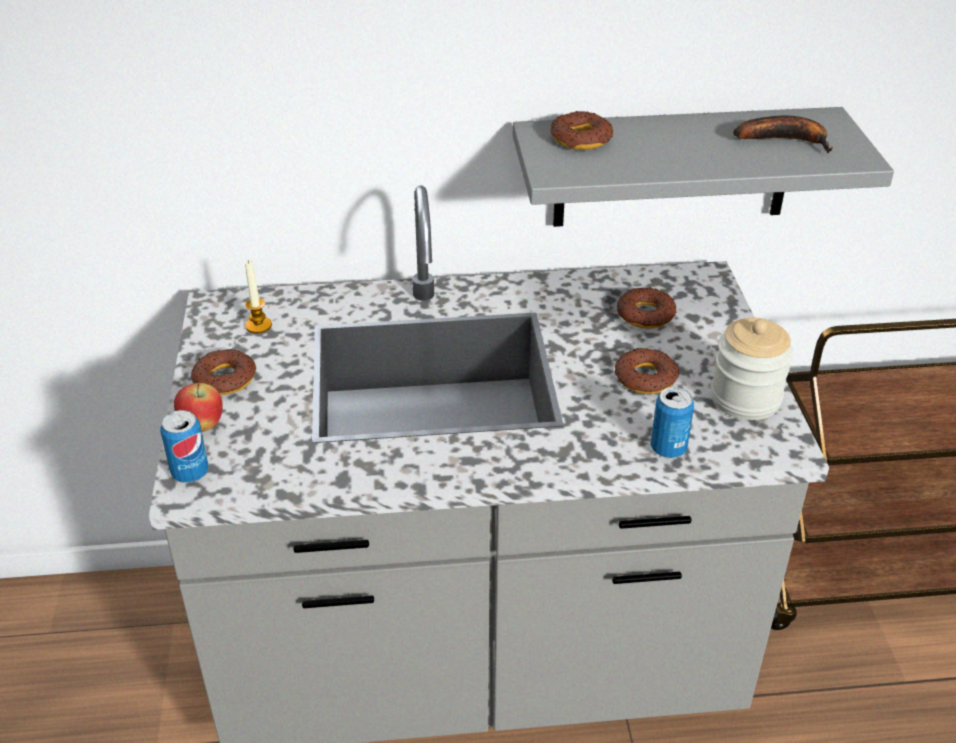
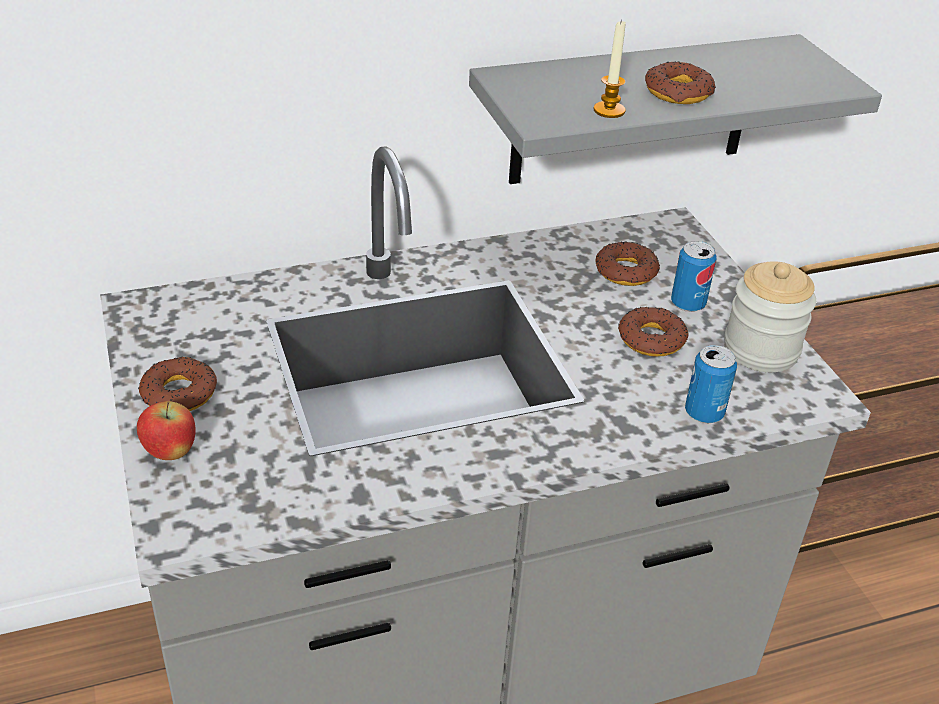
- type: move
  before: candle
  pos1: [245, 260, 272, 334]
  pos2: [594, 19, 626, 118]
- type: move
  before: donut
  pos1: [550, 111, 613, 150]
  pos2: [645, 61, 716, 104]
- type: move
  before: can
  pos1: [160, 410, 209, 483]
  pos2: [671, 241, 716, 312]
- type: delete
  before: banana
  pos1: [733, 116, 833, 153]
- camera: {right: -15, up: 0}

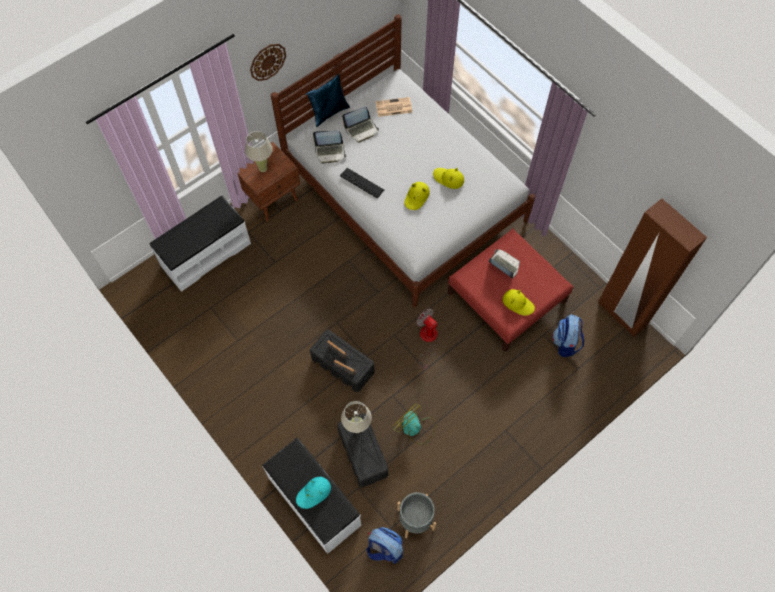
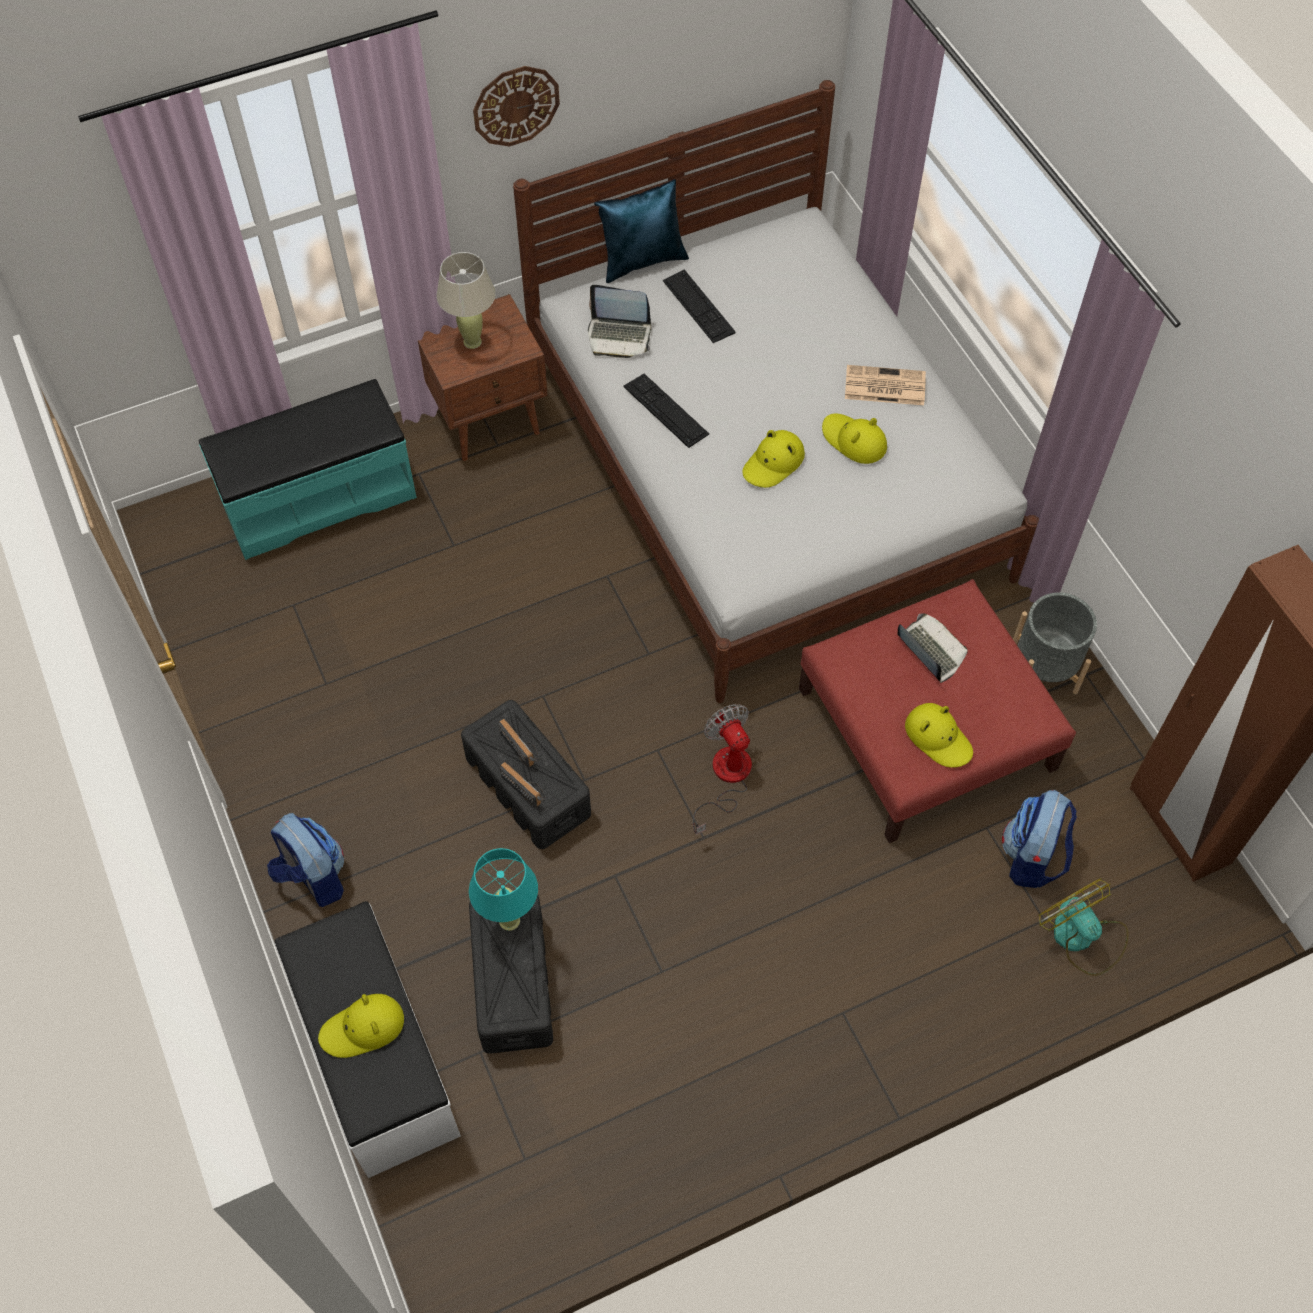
- type: recolor
  before: white bench
  after: turquoise bench
  pos1: [149, 196, 251, 292]
  pos2: [199, 379, 417, 560]
- type: move
  before: backpack
  pos1: [367, 527, 403, 564]
  pos2: [267, 813, 344, 907]
- type: recolor
  before: turquoise hat
  after: yellow hat
  pos1: [296, 477, 331, 509]
  pos2: [318, 994, 404, 1058]
- type: recolor
  before: beige table lamp
  after: turquoise table lamp
  pos1: [341, 401, 372, 433]
  pos2: [469, 848, 538, 931]
- type: replace
  before: laptop
  after: keyboard
  pos1: [342, 107, 379, 143]
  pos2: [663, 269, 736, 343]
- type: move
  before: newspaper
  pos1: [376, 97, 412, 117]
  pos2: [845, 365, 926, 405]
- type: move
  before: grey planter
  pos1: [397, 492, 436, 538]
  pos2: [1013, 592, 1097, 694]
- type: move
  before: fan
  pos1: [393, 404, 435, 445]
  pos2: [1038, 878, 1129, 976]
- camera: {right: 15, up: -5}

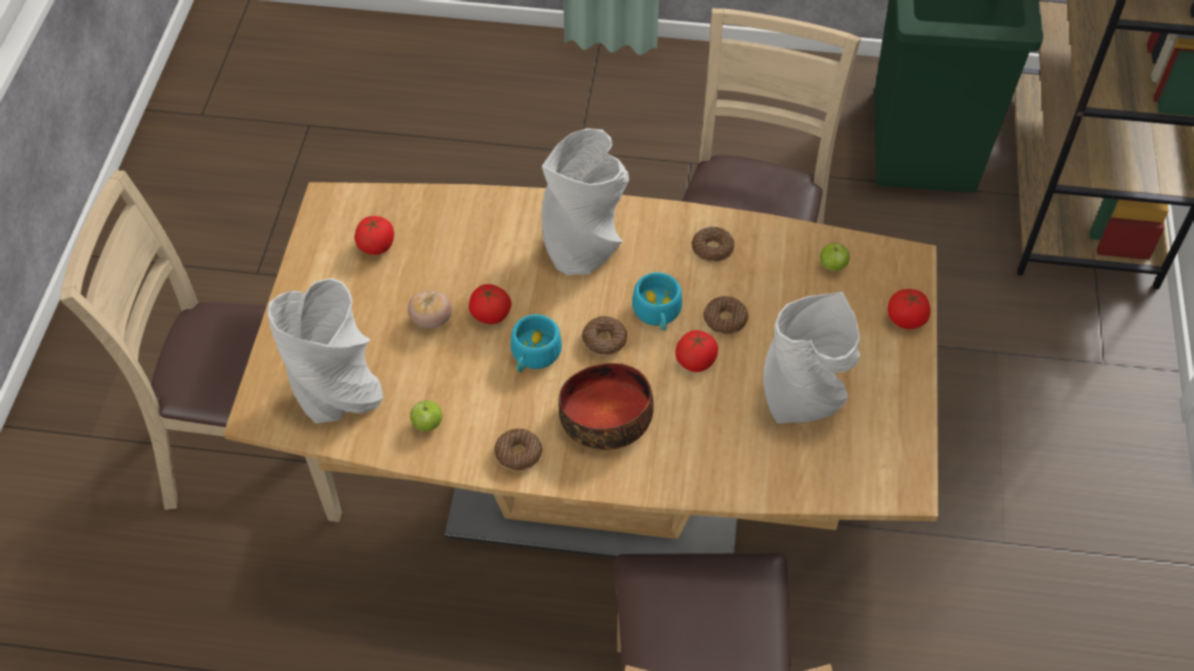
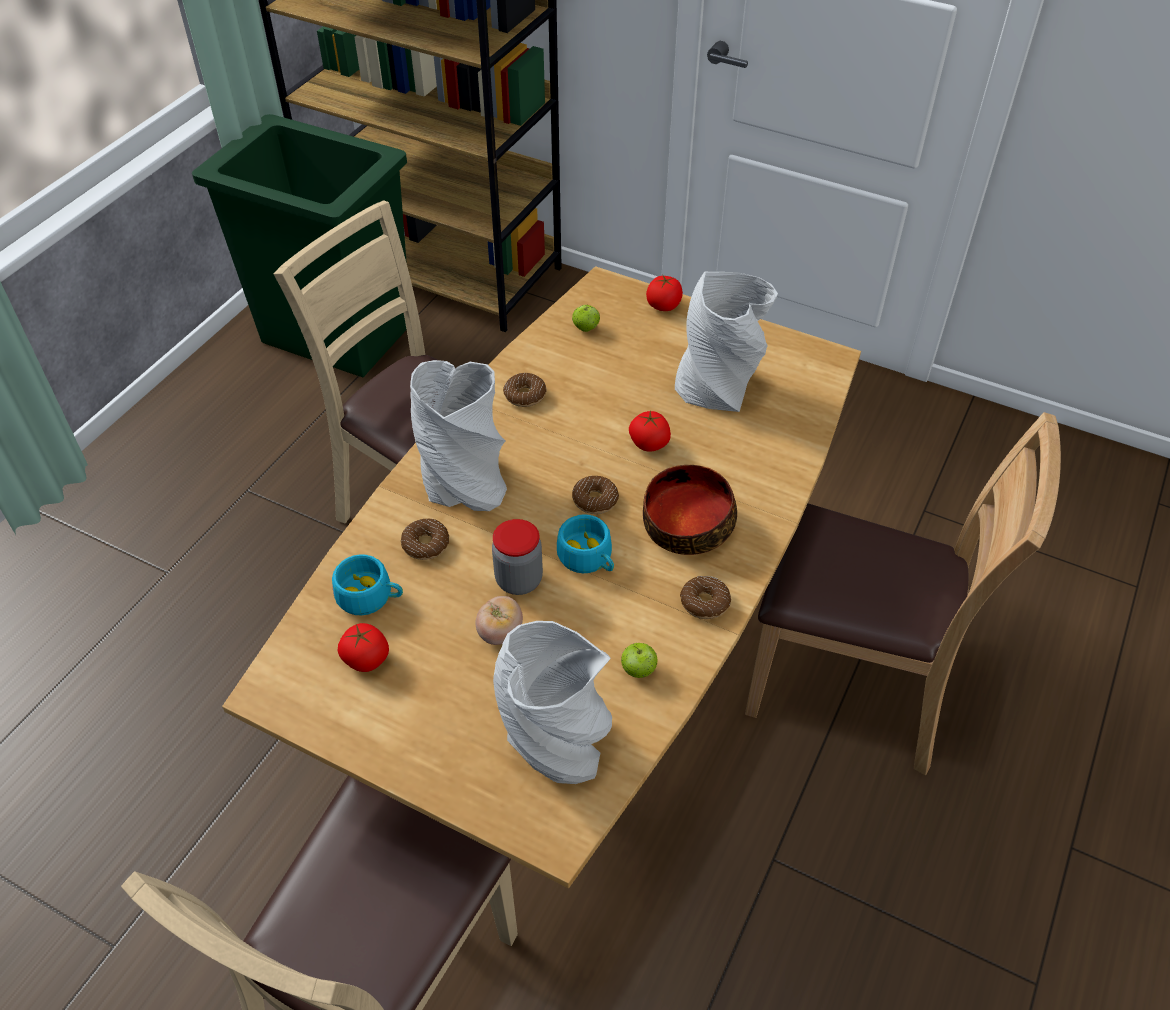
- type: move
  before: turquoise cup
  pos1: [632, 272, 682, 331]
  pos2: [332, 554, 403, 615]
- type: move
  before: donut
  pos1: [703, 296, 748, 335]
  pos2: [401, 519, 449, 560]
- type: replace
  before: tomato
  after: jar
  pos1: [469, 284, 511, 324]
  pos2: [492, 519, 543, 595]
- camera: {right: -70, up: -5}

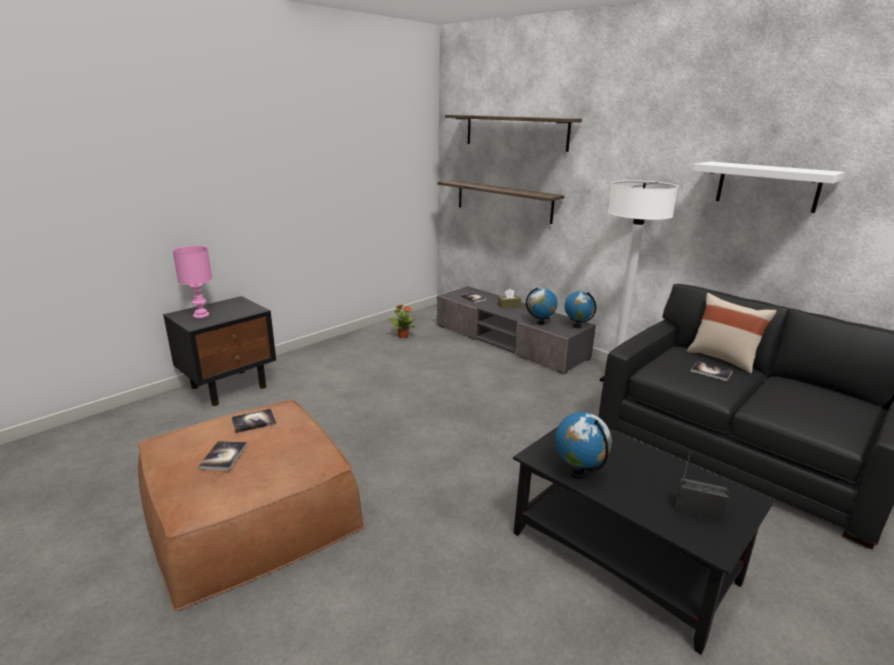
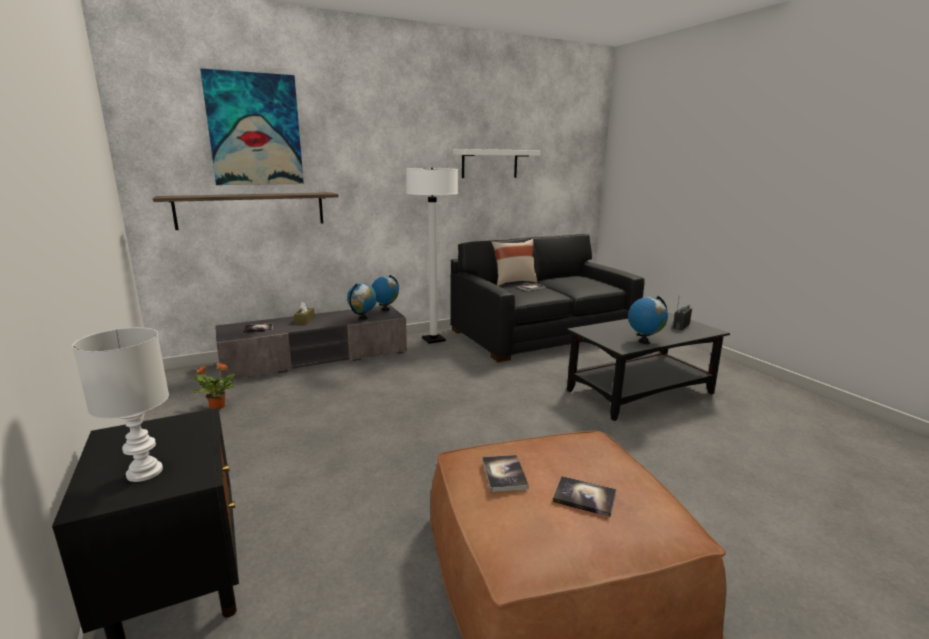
- type: recolor
  before: pink table lamp
  after: white table lamp
  pos1: [173, 246, 212, 318]
  pos2: [72, 327, 169, 482]
- type: replace
  before: shelf
  after: picture
  pos1: [445, 115, 582, 152]
  pos2: [200, 68, 304, 185]
- camera: {right: -70, up: -5}

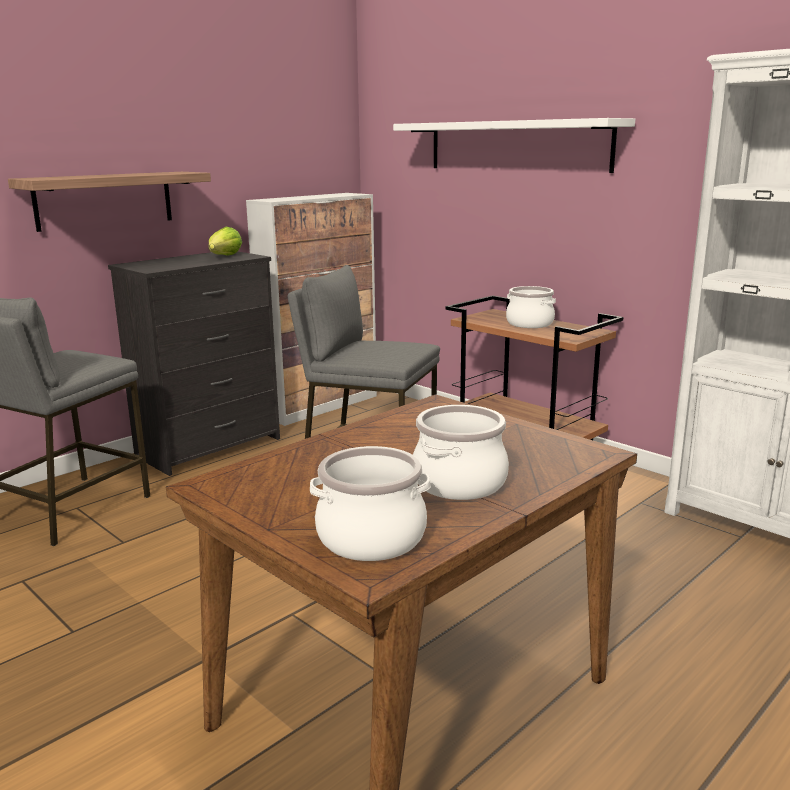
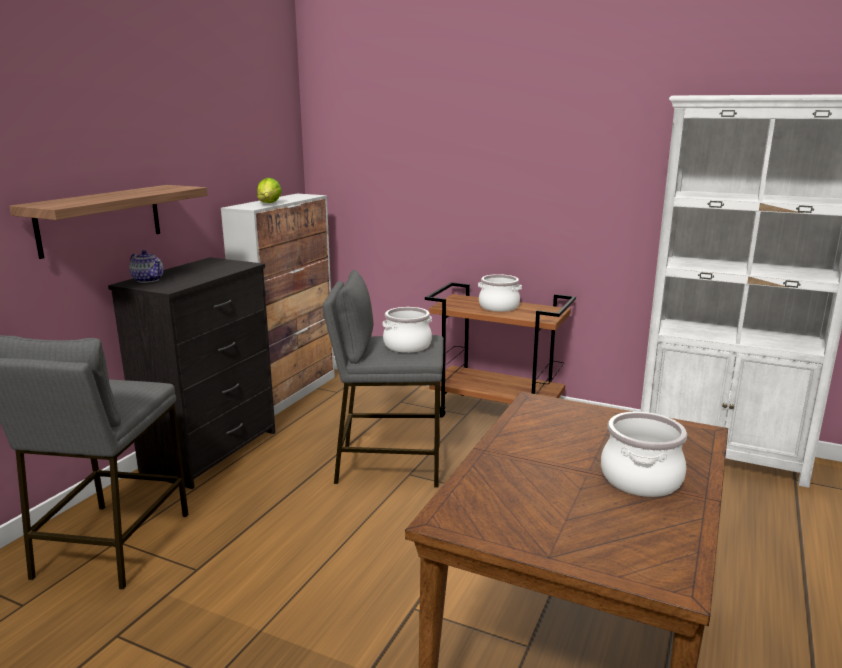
- type: insert
  after: teapot
  pos2: [129, 250, 163, 283]
- type: move
  before: lettuce
  pos1: [209, 227, 242, 255]
  pos2: [257, 178, 282, 203]
- type: move
  before: cooking pot
  pos1: [310, 446, 431, 561]
  pos2: [382, 307, 432, 353]
- type: delete
  before: white shelf
  pos1: [393, 118, 635, 173]
- camera: {right: -20, up: 0}

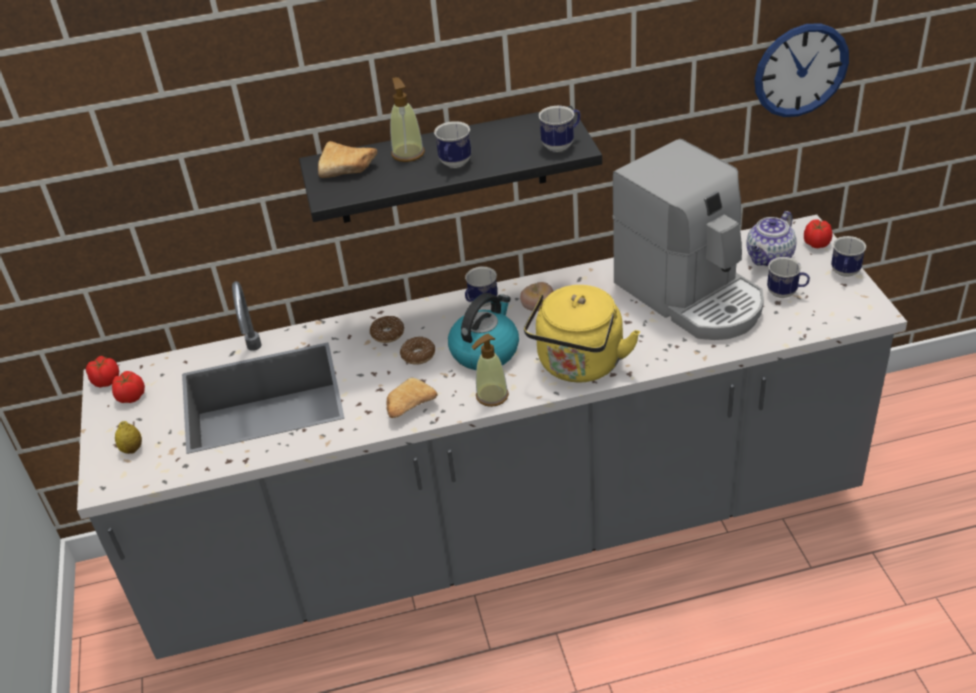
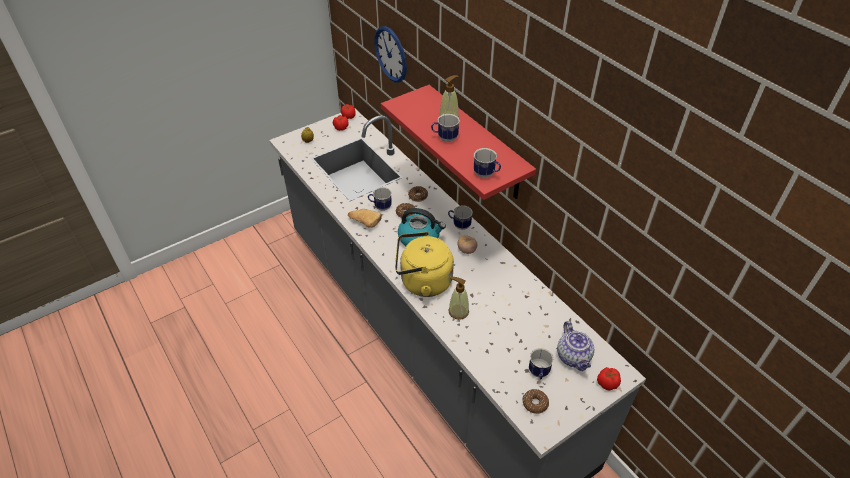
- type: move
  before: mug
  pos1: [831, 236, 866, 277]
  pos2: [368, 187, 392, 211]
- type: move
  before: wall clock
  pos1: [754, 23, 849, 117]
  pos2: [374, 26, 407, 83]
- type: recolor
  before: black shelf
  after: red shelf
  pos1: [299, 106, 602, 223]
  pos2: [381, 85, 536, 200]
- type: move
  before: soap dispenser
  pos1: [471, 334, 509, 407]
  pos2: [448, 277, 469, 320]
- type: insert
  after: donut
  pos2: [522, 389, 549, 414]
- type: rotate
  before: teapot
  pos1: [746, 211, 797, 267]
  pos2: [557, 321, 594, 371]
  turn: -120
- type: delete
  before: bread
  pos1: [318, 141, 377, 178]
- type: delete
  before: coffee machine
  pos1: [612, 139, 764, 340]
- camera: {right: 65, up: 5}

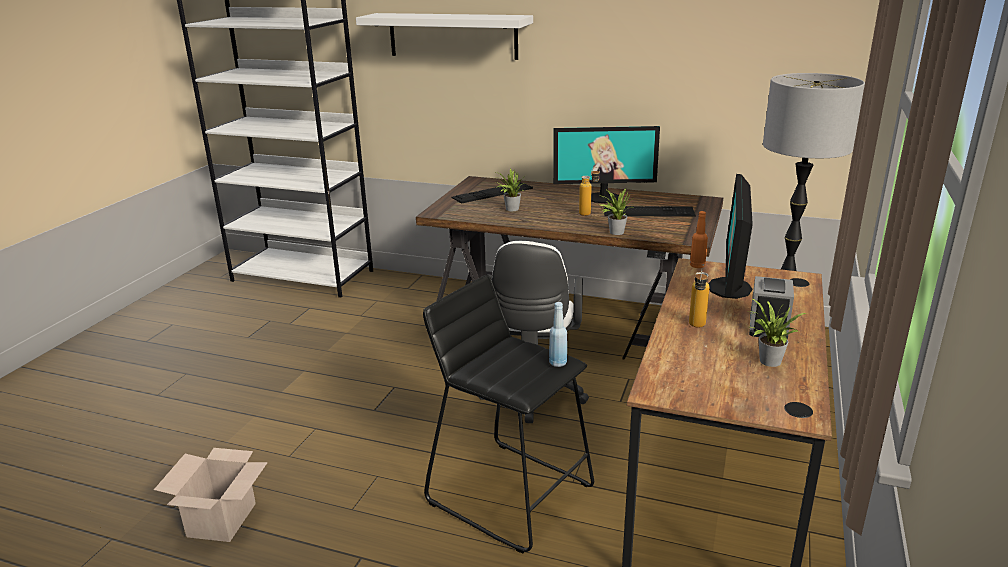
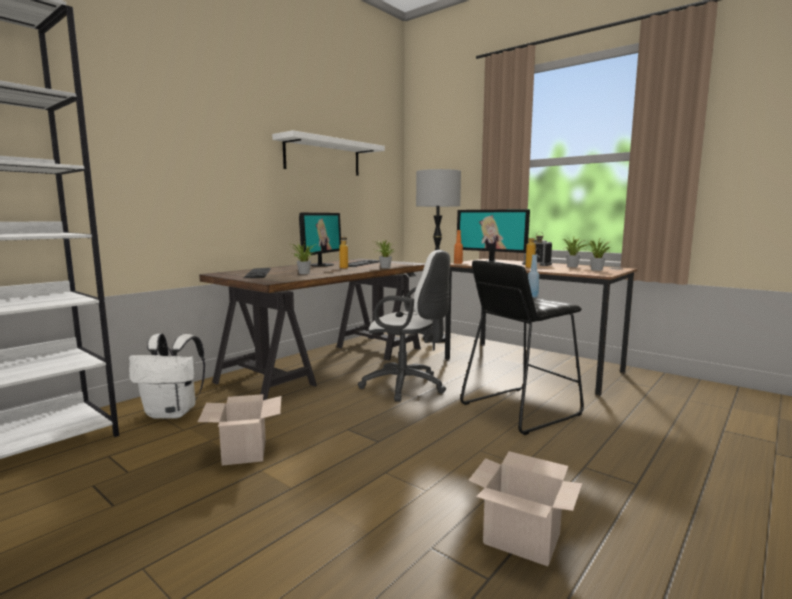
- type: insert
  after: white backpack
  pos2: [129, 334, 205, 419]
- type: insert
  after: cardboard box
  pos2: [198, 394, 281, 466]
- type: move
  before: white shelf
  pos1: [356, 13, 533, 60]
  pos2: [272, 130, 385, 176]
- type: insert
  after: potted plant
  pos2: [585, 237, 610, 271]
- camera: {right: -70, up: -15}

